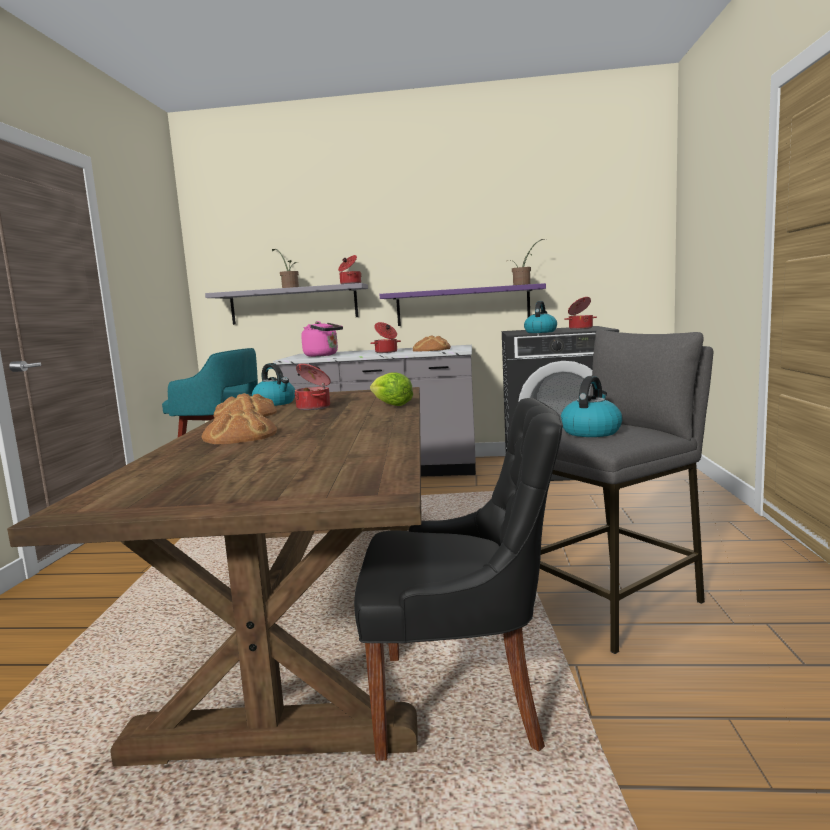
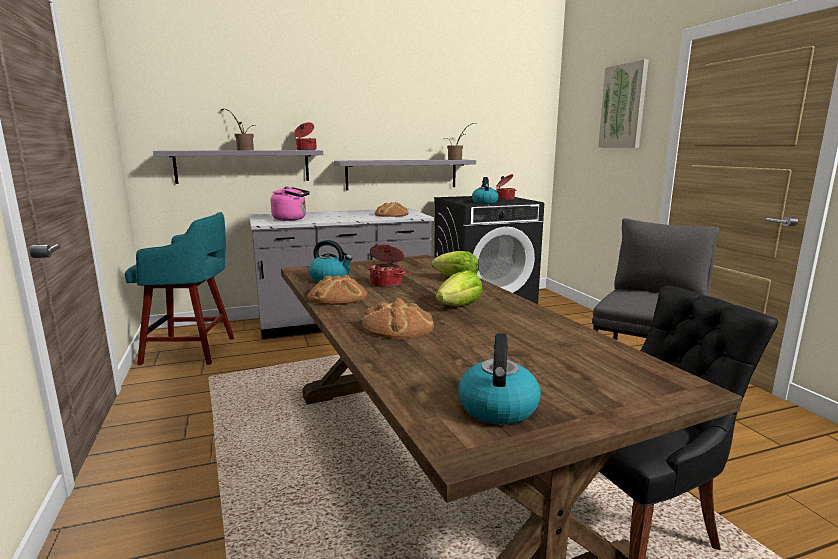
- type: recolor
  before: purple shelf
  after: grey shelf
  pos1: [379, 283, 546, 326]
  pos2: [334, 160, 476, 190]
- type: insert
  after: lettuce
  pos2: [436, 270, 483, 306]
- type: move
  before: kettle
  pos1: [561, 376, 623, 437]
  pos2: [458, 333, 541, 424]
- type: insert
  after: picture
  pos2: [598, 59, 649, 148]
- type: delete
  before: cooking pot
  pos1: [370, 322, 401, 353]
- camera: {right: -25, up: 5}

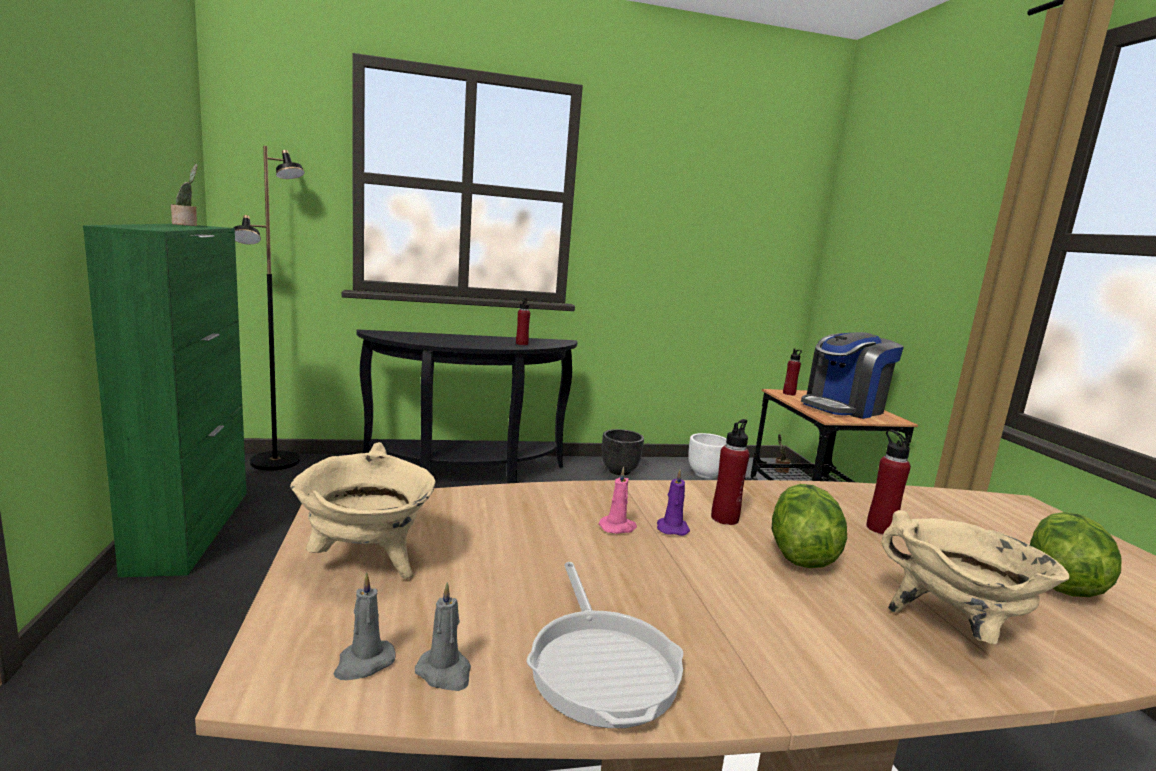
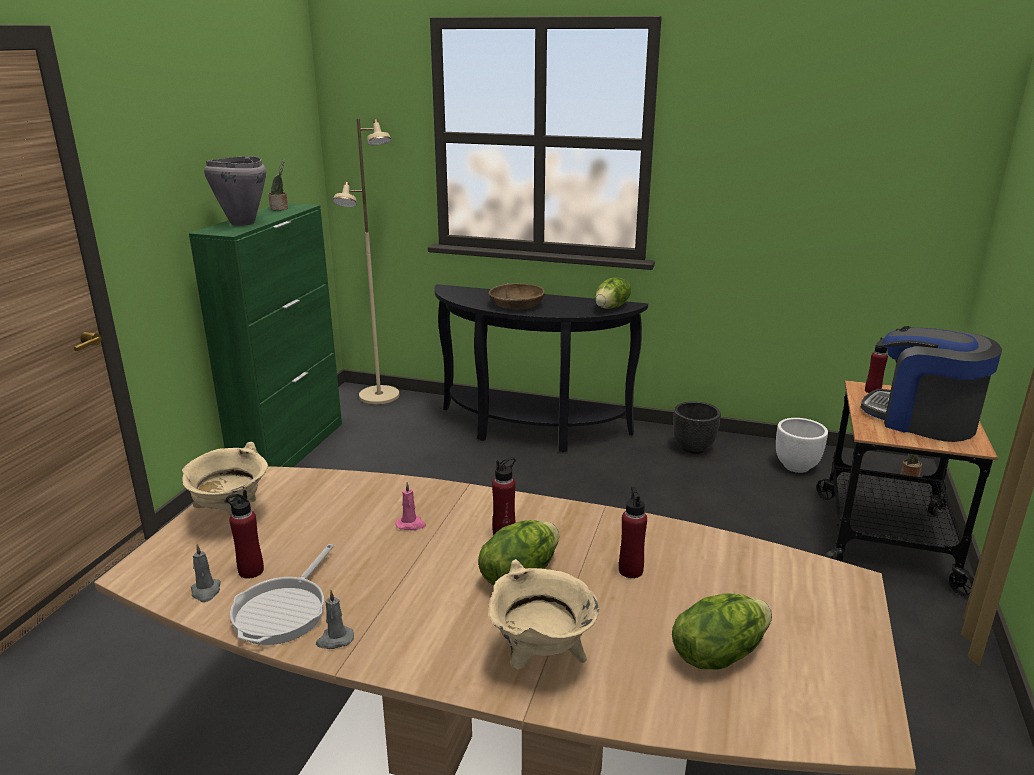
- type: insert
  after: grey cooking pot
  pos2: [204, 156, 266, 226]
- type: move
  before: red bottle
  pos1: [516, 298, 530, 345]
  pos2: [226, 490, 264, 579]
- type: move
  before: grey candle
  pos1: [334, 572, 395, 680]
  pos2: [316, 590, 354, 649]
- type: recolor
  before: black floor lamp
  after: beige floor lamp
  pos1: [234, 146, 305, 471]
  pos2: [333, 118, 399, 405]
- type: insert
  after: brown bowl
  pos2: [488, 283, 545, 309]
- type: insert
  after: lettuce
  pos2: [595, 277, 631, 309]
- type: rotate
  before: coffee machine
  pos1: [801, 332, 904, 419]
  pos2: [860, 326, 1002, 442]
  turn: 45
- type: delete
  before: purple candle
  pos1: [657, 469, 690, 536]
- camera: {right: 30, up: 10}

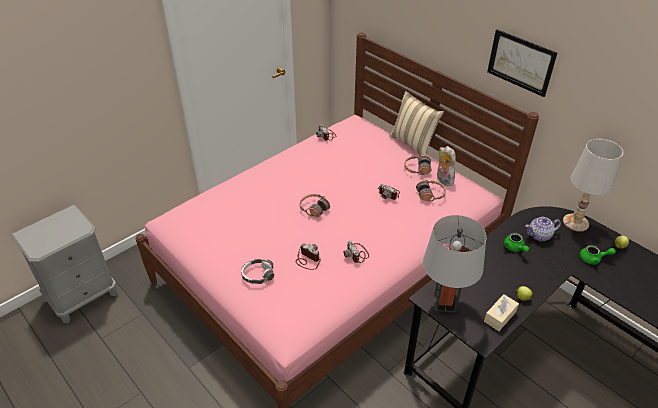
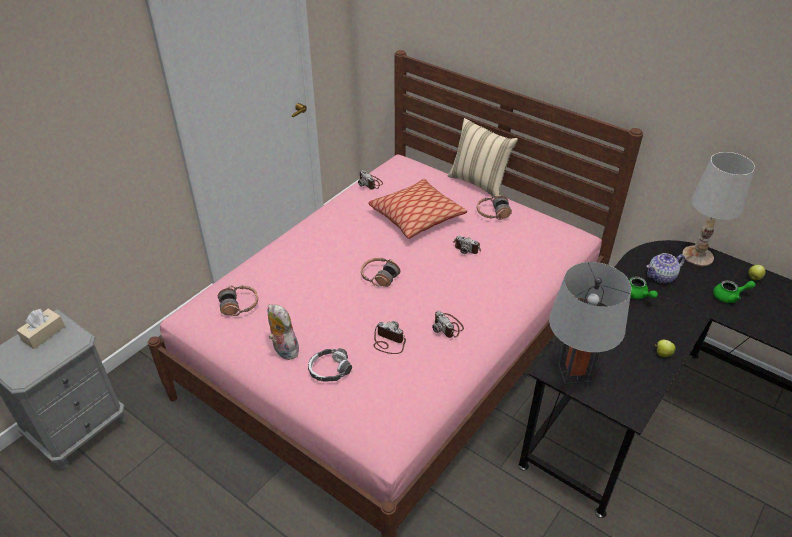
- type: move
  before: beige tissue box
  pos1: [484, 294, 519, 331]
  pos2: [17, 309, 65, 349]
- type: move
  before: headphones
  pos1: [416, 180, 446, 202]
  pos2: [218, 285, 258, 316]
- type: move
  before: plush toy
  pos1: [437, 146, 456, 186]
  pos2: [268, 304, 301, 360]
- type: insert
  after: pillow
  pos2: [368, 179, 467, 239]
- type: delete
  before: picture
  pos1: [487, 29, 557, 97]
- camera: {right: -10, up: 0}

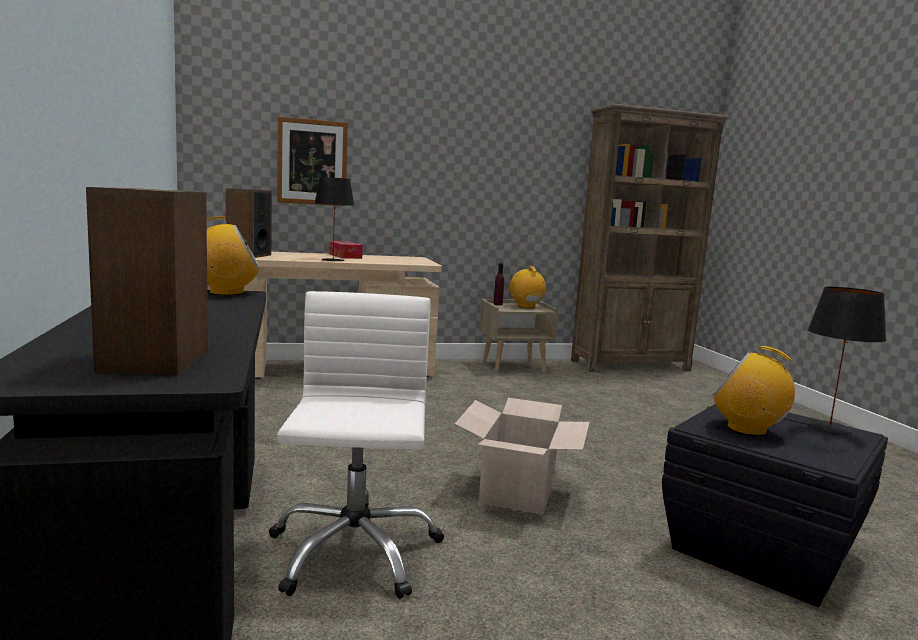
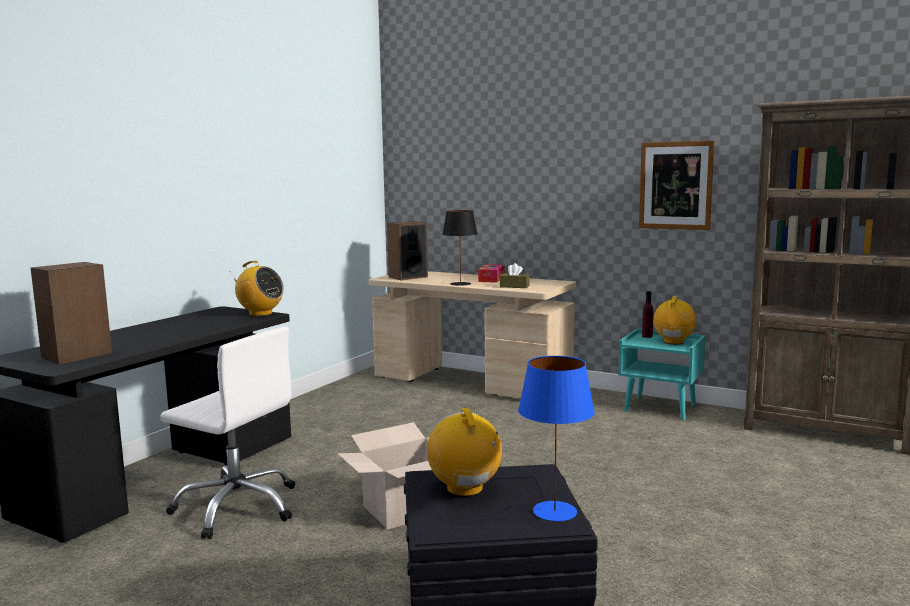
- type: rotate
  before: white office chair
  pos1: [269, 291, 444, 599]
  pos2: [160, 327, 295, 539]
  turn: 75
- type: insert
  after: brown tissue box
  pos2: [500, 263, 530, 288]
- type: recolor
  before: black table lamp
  after: blue table lamp
  pos1: [808, 287, 887, 434]
  pos2: [518, 356, 595, 521]
- type: recolor
  before: beige nightstand
  after: turquoise nightstand
  pos1: [479, 299, 558, 373]
  pos2: [619, 329, 706, 420]
- type: move
  before: picture
  pos1: [277, 116, 348, 206]
  pos2: [639, 141, 714, 230]
- camera: {right: 45, up: 0}

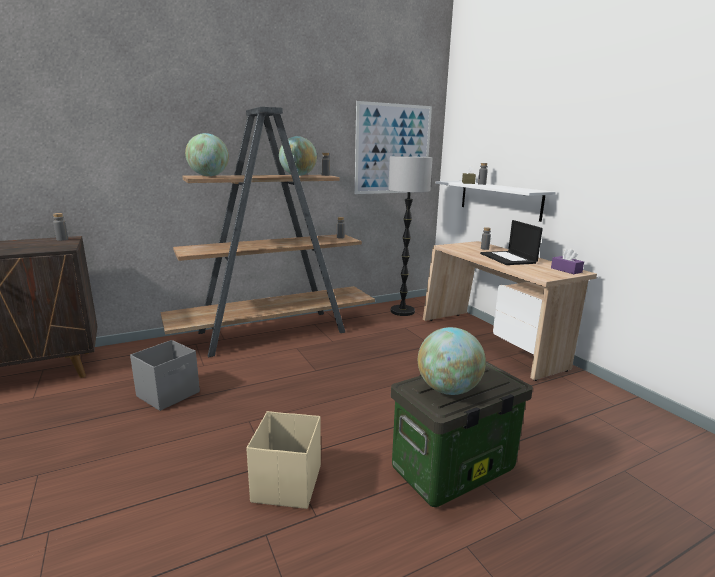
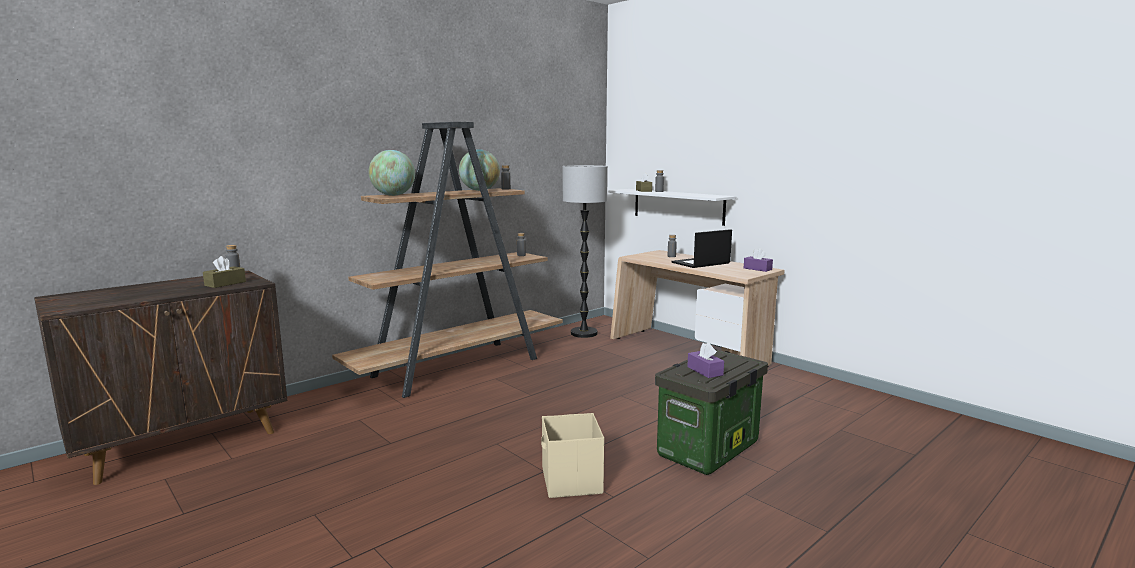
- type: insert
  after: brown tissue box
  pos2: [203, 256, 246, 288]
- type: rotate
  before: laptop
  pos1: [480, 220, 543, 265]
  pos2: [672, 229, 732, 268]
  turn: 90
- type: replace
  before: globe
  after: purple tissue box
  pos1: [418, 327, 486, 395]
  pos2: [687, 342, 724, 378]
- type: delete
  before: grey storage box
  pos1: [130, 340, 200, 411]
- type: delete
  before: picture
  pos1: [355, 101, 432, 194]
- camera: {right: -15, up: -5}

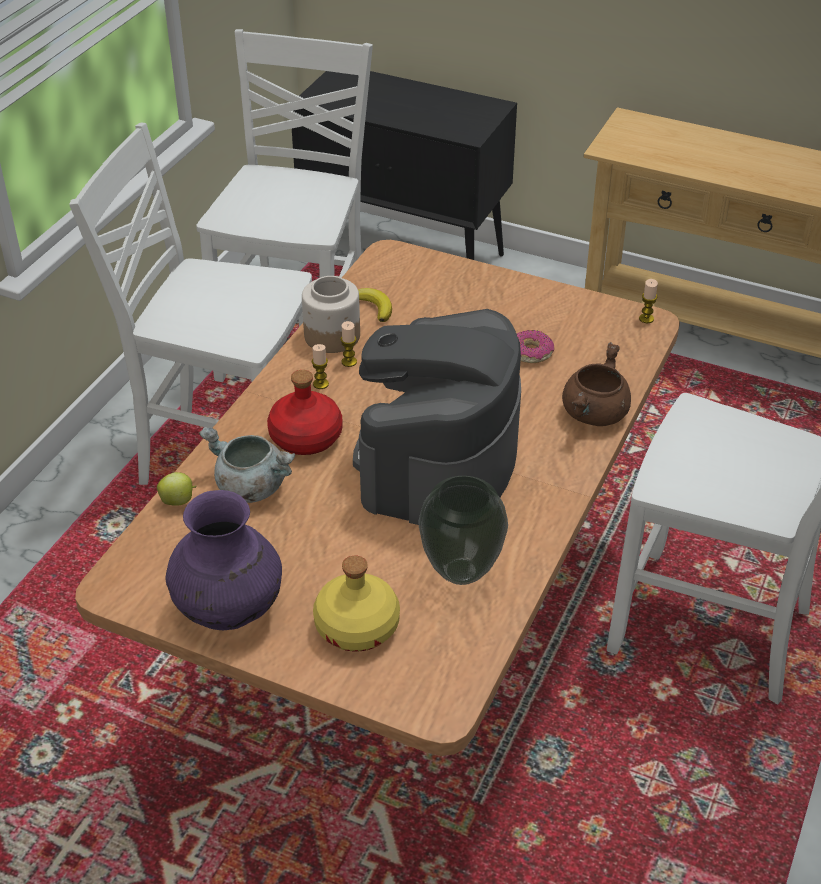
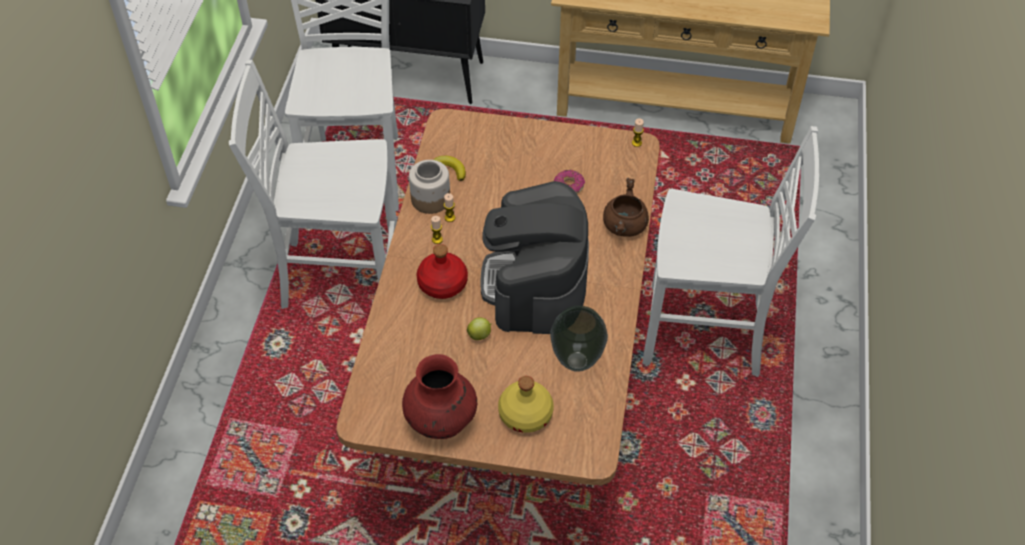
- type: recolor
  before: purple vase
  after: red vase
  pos1: [166, 490, 282, 630]
  pos2: [402, 354, 477, 439]
- type: move
  before: apple
  pos1: [157, 472, 197, 506]
  pos2: [467, 317, 492, 340]
- type: delete
  before: grey cooking pot
  pos1: [199, 427, 296, 503]
- camera: {right: -15, up: 10}

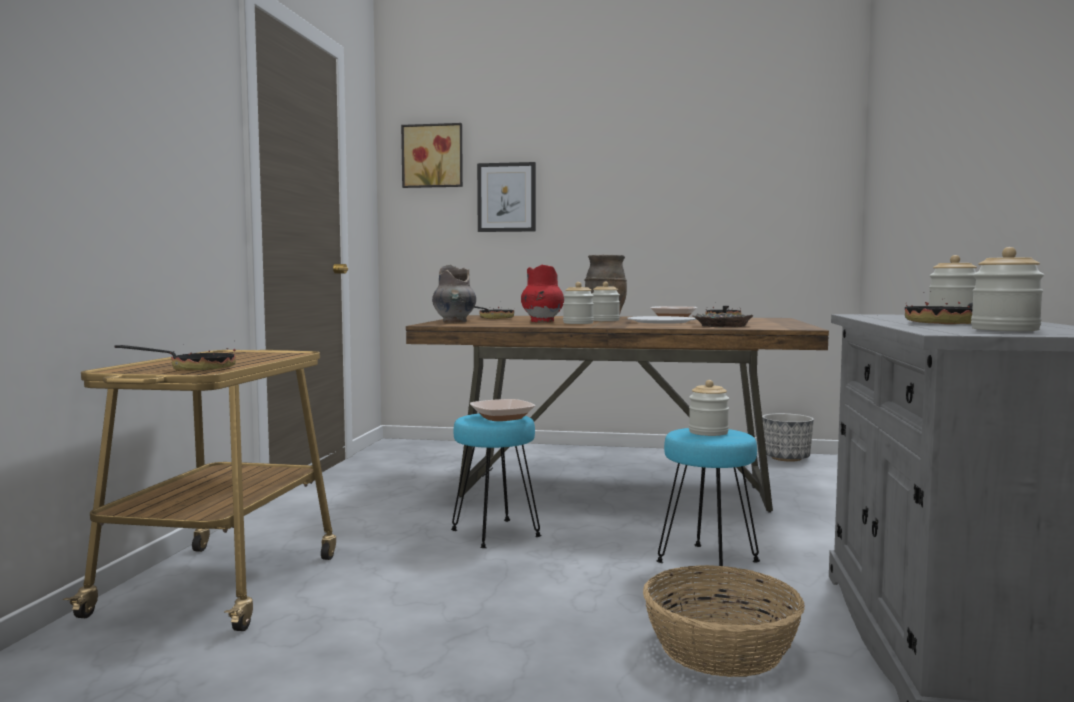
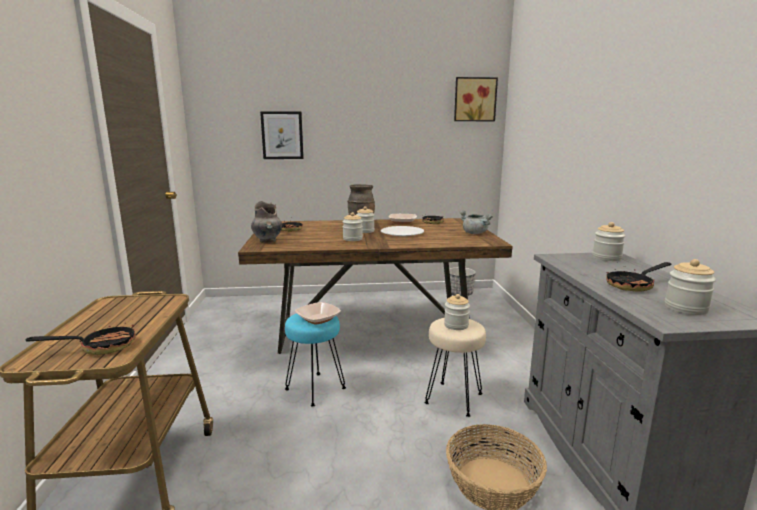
- type: recolor
  before: turquoise stool
  after: beige stool
  pos1: [656, 428, 760, 573]
  pos2: [424, 318, 486, 417]
- type: move
  before: picture
  pos1: [401, 123, 463, 188]
  pos2: [454, 77, 498, 121]
- type: insert
  after: grey cooking pot
  pos2: [459, 210, 493, 234]
- type: delete
  before: red vase
  pos1: [521, 264, 564, 323]
- type: delete
  before: bowl
  pos1: [692, 313, 753, 327]
- camera: {right: -15, up: 10}

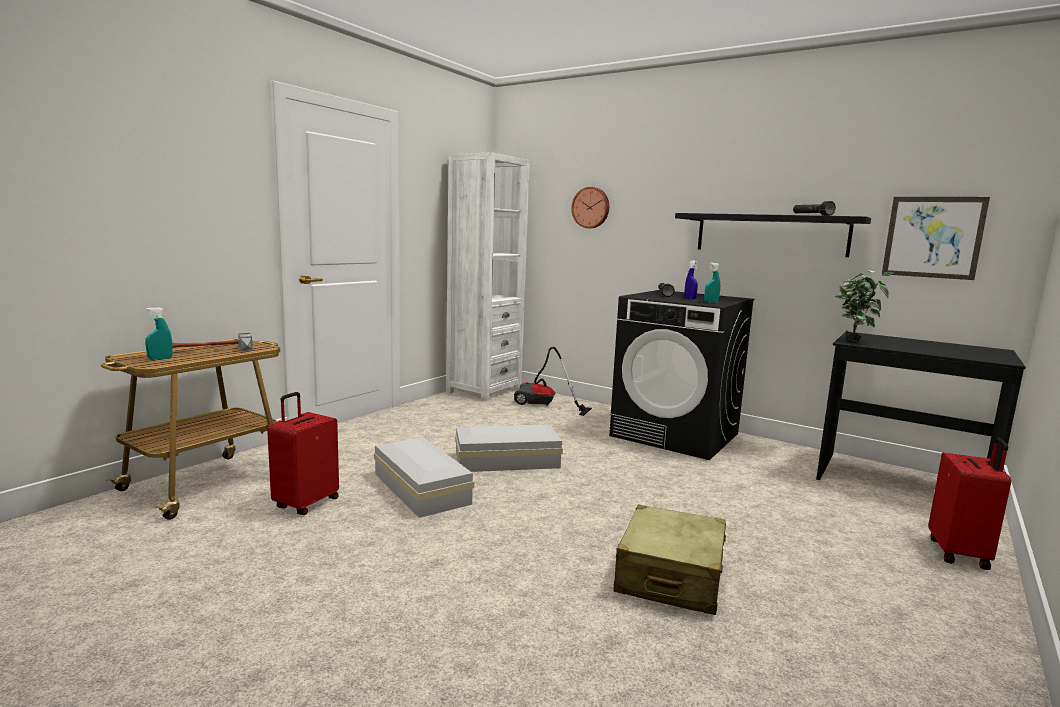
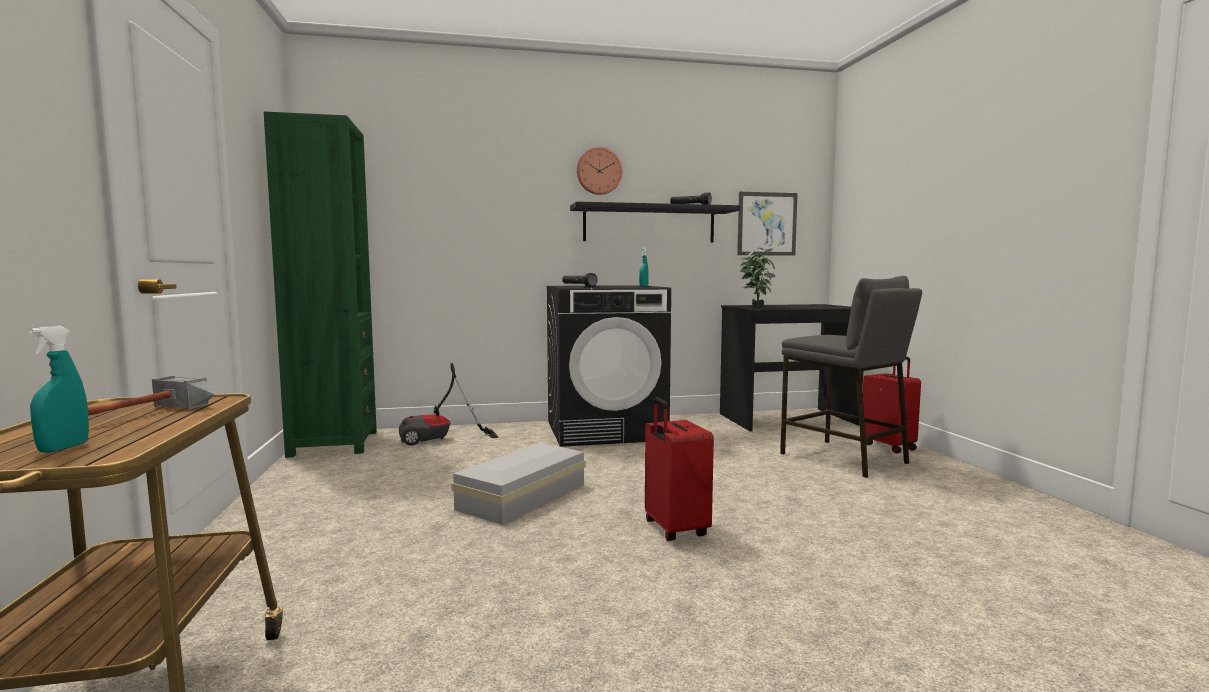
- type: recolor
  before: white bookcase
  after: green bookcase
  pos1: [446, 152, 530, 402]
  pos2: [264, 111, 377, 458]
- type: move
  before: wall clock
  pos1: [571, 187, 609, 228]
  pos2: [577, 147, 622, 195]
- type: move
  before: red suitcase
  pos1: [267, 392, 339, 515]
  pos2: [645, 397, 714, 541]
- type: insert
  after: grey stool
  pos2: [780, 276, 922, 478]
- type: delete
  before: white storage box
  pos1: [374, 437, 474, 518]
- type: delete
  before: beige suitcase
  pos1: [614, 505, 726, 615]
- type: delete
  before: blue spray bottle
  pos1: [684, 260, 698, 299]
- camera: {right: -45, up: -5}

